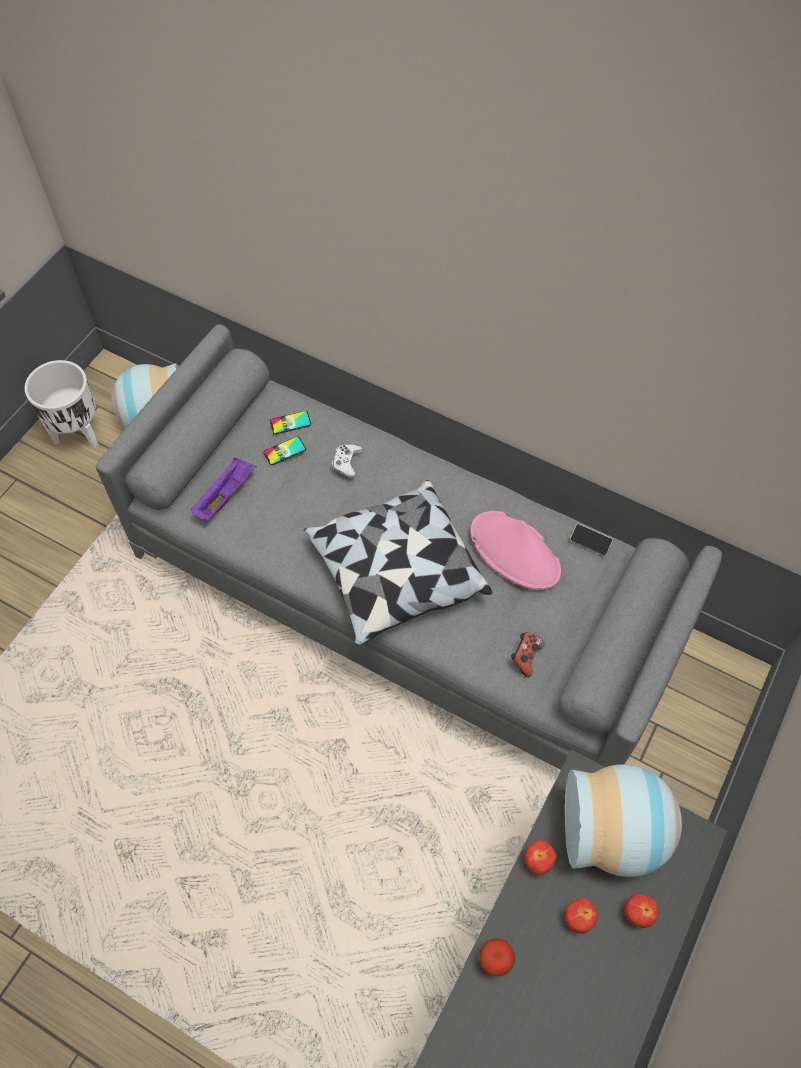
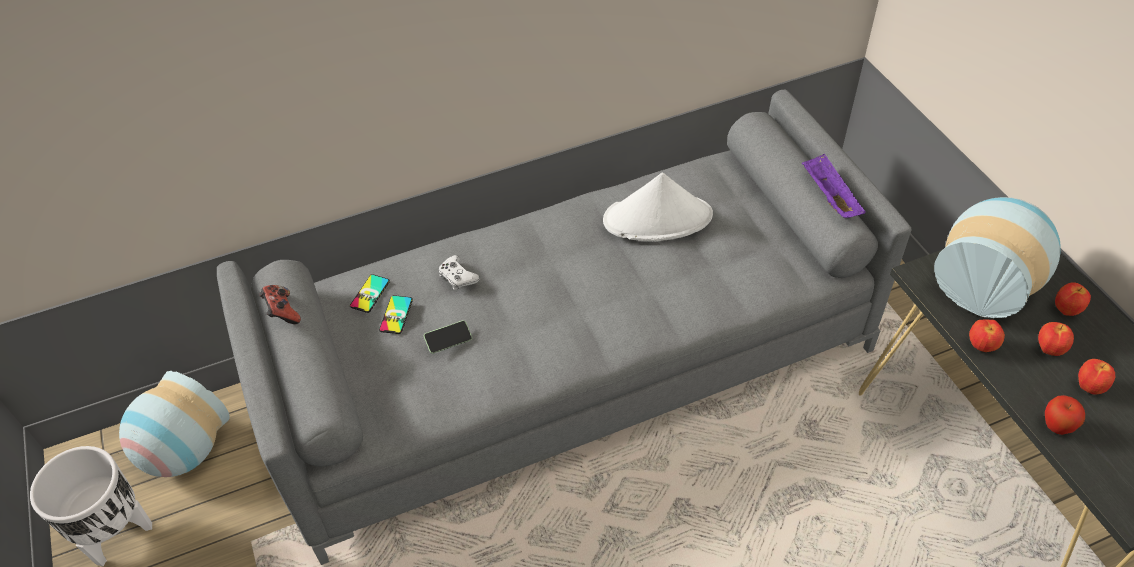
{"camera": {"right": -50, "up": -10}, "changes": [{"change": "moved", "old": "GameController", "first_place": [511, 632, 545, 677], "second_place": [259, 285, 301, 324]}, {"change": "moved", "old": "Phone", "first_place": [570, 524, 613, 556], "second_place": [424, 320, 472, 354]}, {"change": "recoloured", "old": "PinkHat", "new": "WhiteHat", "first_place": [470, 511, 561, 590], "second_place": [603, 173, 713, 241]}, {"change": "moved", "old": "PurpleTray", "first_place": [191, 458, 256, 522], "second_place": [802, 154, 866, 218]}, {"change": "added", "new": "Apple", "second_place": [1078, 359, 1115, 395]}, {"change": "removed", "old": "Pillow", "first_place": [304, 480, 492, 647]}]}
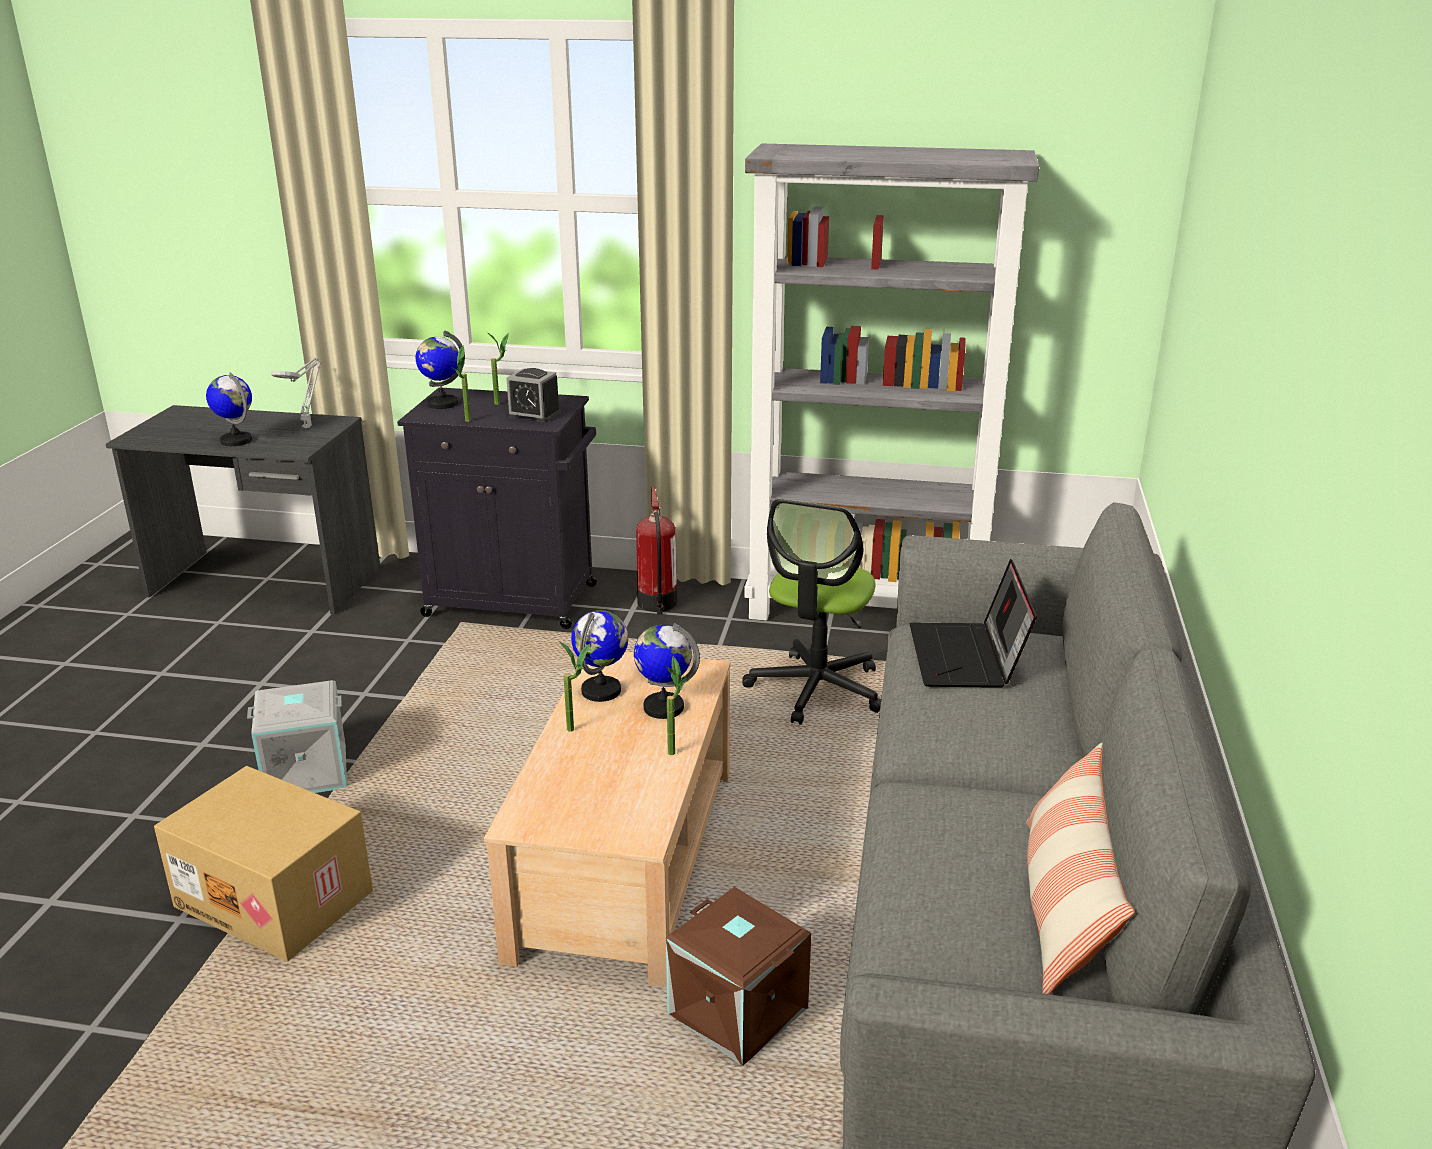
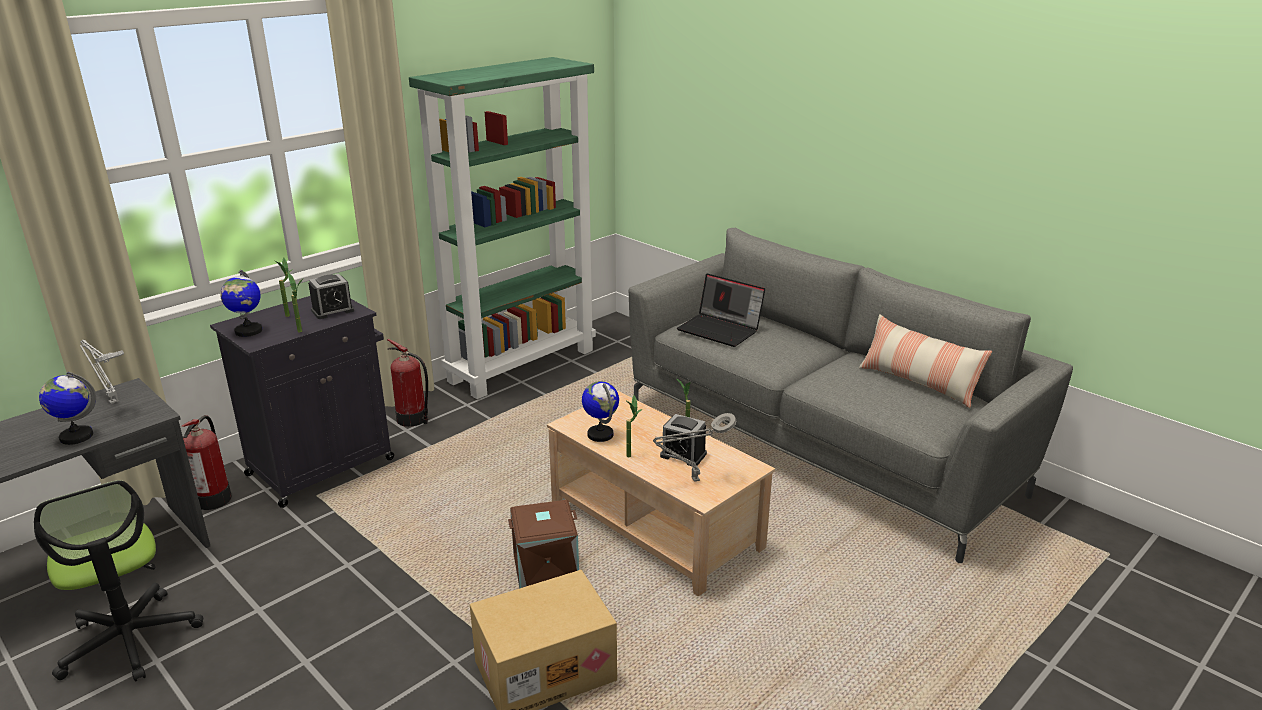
{"camera": {"right": -55, "up": 0}, "changes": [{"change": "moved", "old": "OfficeChair", "first_place": [742, 499, 881, 725], "second_place": [34, 480, 204, 682]}, {"change": "added", "new": "FireExtinguisher", "second_place": [181, 415, 232, 510]}, {"change": "recoloured", "old": "GreyBookcase", "new": "GreenBookcase", "first_place": [744, 144, 1039, 621], "second_place": [409, 57, 596, 399]}, {"change": "moved", "old": "BrownStorageBox", "first_place": [666, 887, 811, 1066], "second_place": [508, 500, 579, 589]}, {"change": "added", "new": "GreyTableLamp", "second_place": [653, 413, 736, 482]}, {"change": "added", "new": "AlarmClock", "second_place": [660, 414, 707, 466]}, {"change": "removed", "old": "GreyStorageBox", "first_place": [247, 680, 347, 793]}, {"change": "removed", "old": "Globe", "first_place": [634, 623, 700, 719]}]}
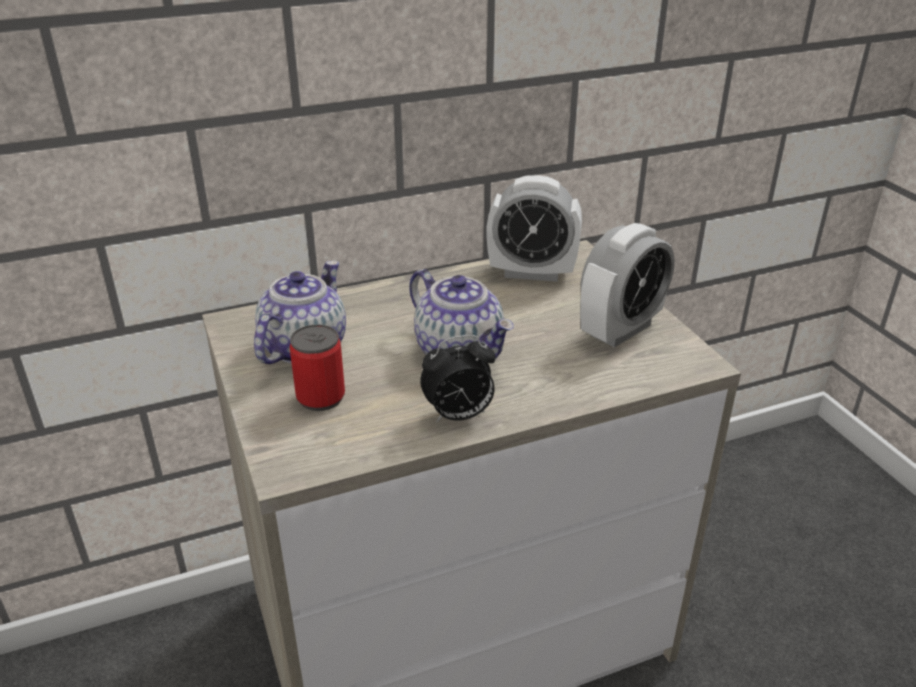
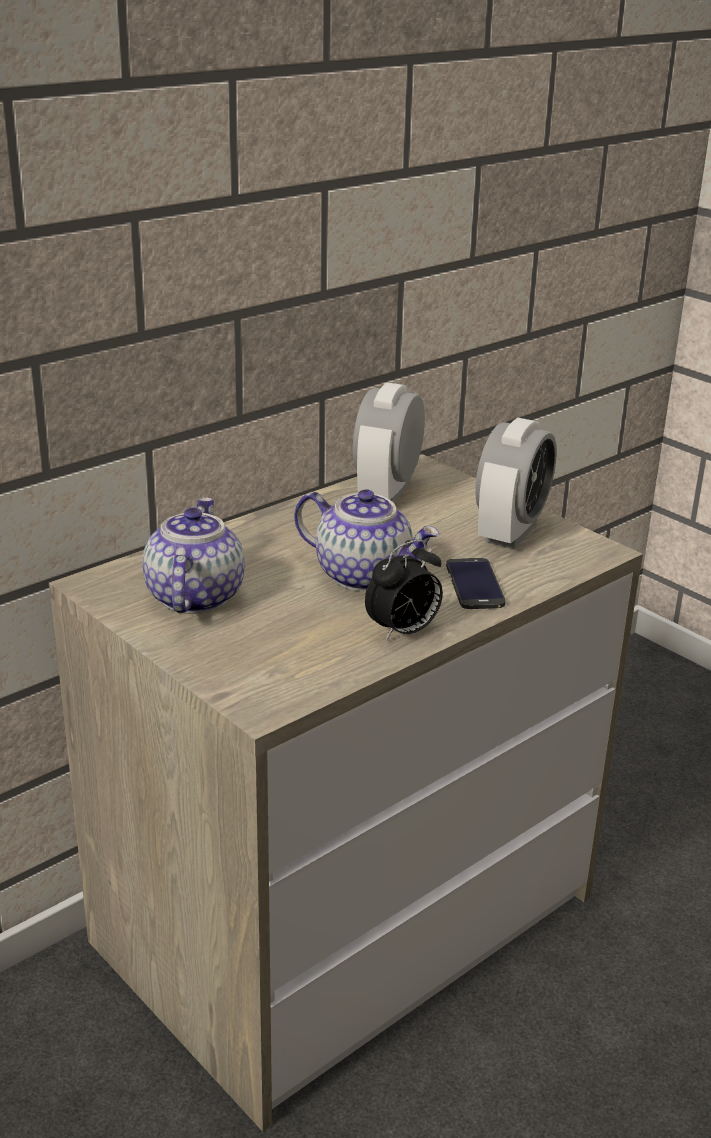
{"camera": {"right": -20, "up": -5}, "changes": [{"change": "turned", "old": "AlarmClock", "first_place": [486, 175, 582, 282], "second_place": [353, 382, 425, 503], "degrees": 120}, {"change": "added", "new": "Phone", "second_place": [446, 558, 506, 609]}, {"change": "removed", "old": "Can", "first_place": [290, 324, 345, 411]}]}
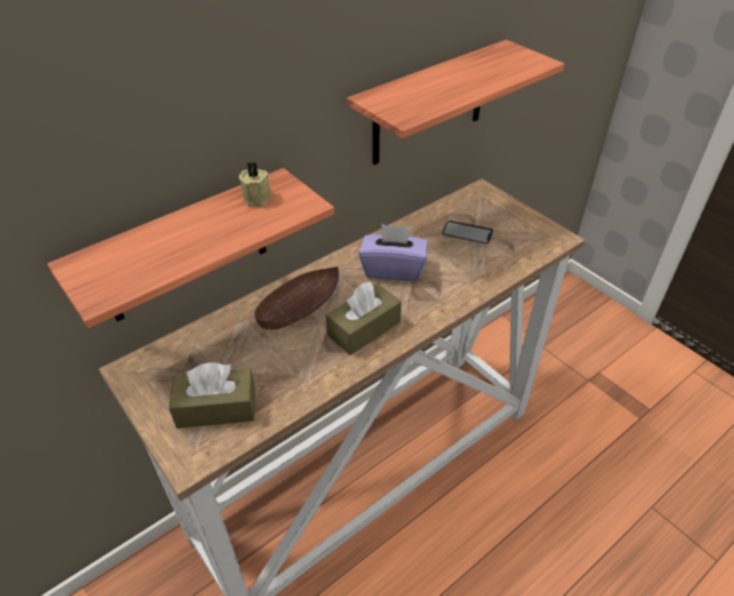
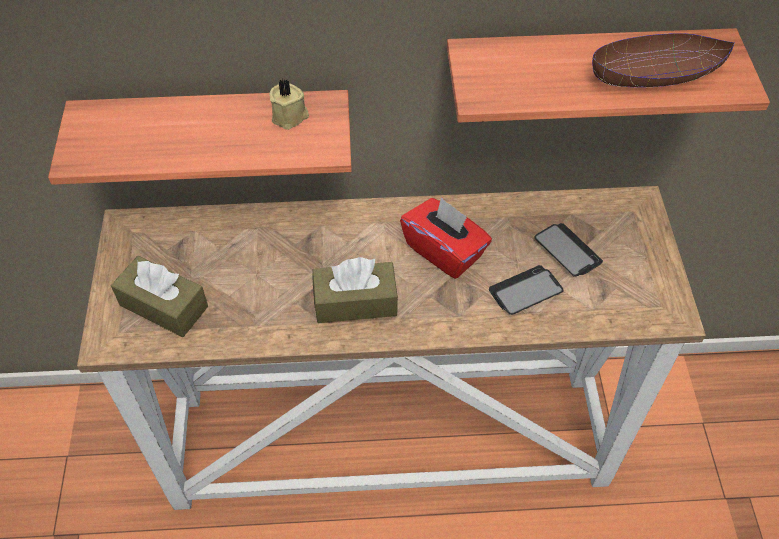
{"camera": {"right": 35, "up": 10}, "changes": [{"change": "recoloured", "old": "PurpleTissueBox", "new": "RedTissueBox", "first_place": [359, 224, 428, 281], "second_place": [400, 197, 492, 279]}, {"change": "added", "new": "Phone", "second_place": [489, 265, 564, 315]}, {"change": "moved", "old": "BrownBowl", "first_place": [255, 267, 339, 330], "second_place": [592, 33, 735, 87]}]}
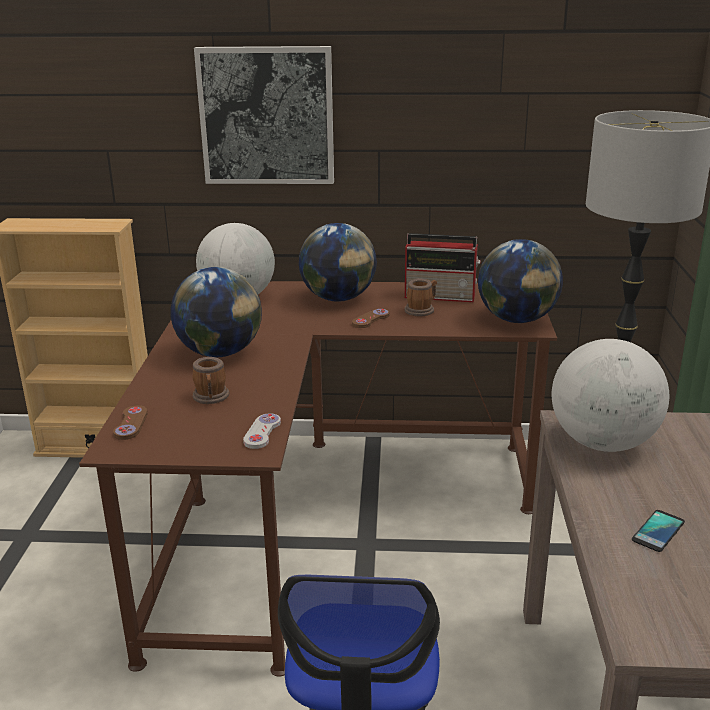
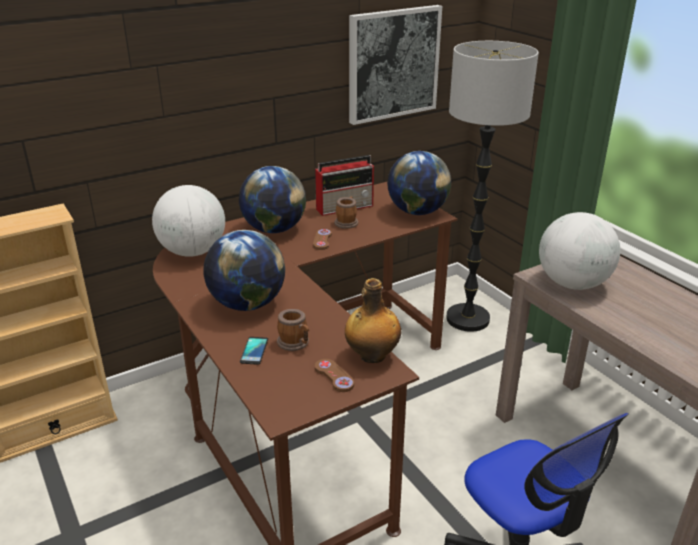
{"camera": {"right": -35, "up": 5}, "changes": [{"change": "moved", "old": "Phone", "first_place": [632, 510, 685, 552], "second_place": [240, 337, 268, 365]}, {"change": "moved", "old": "BrownGameController", "first_place": [113, 405, 148, 440], "second_place": [315, 359, 354, 392]}, {"change": "replaced", "old": "WhiteGameController", "new": "Bottle", "first_place": [243, 413, 281, 449], "second_place": [345, 278, 402, 363]}, {"change": "moved", "old": "Picture", "first_place": [194, 46, 334, 184], "second_place": [349, 5, 442, 125]}]}
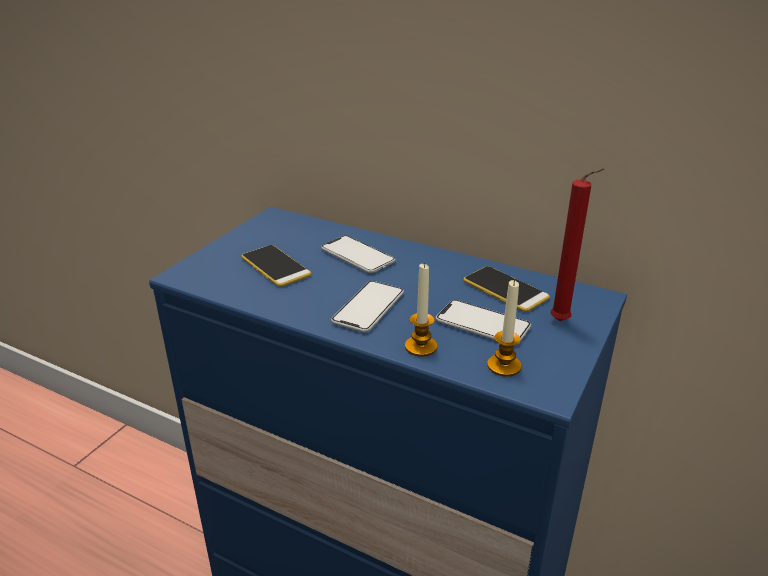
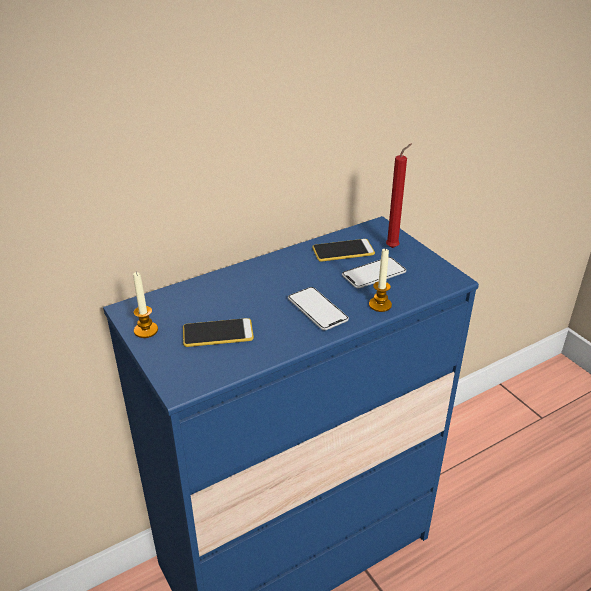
{"camera": {"right": -60, "up": 5}, "changes": [{"change": "moved", "old": "Candle", "first_place": [487, 280, 522, 377], "second_place": [133, 272, 158, 338]}, {"change": "removed", "old": "Phone", "first_place": [321, 236, 395, 273]}]}
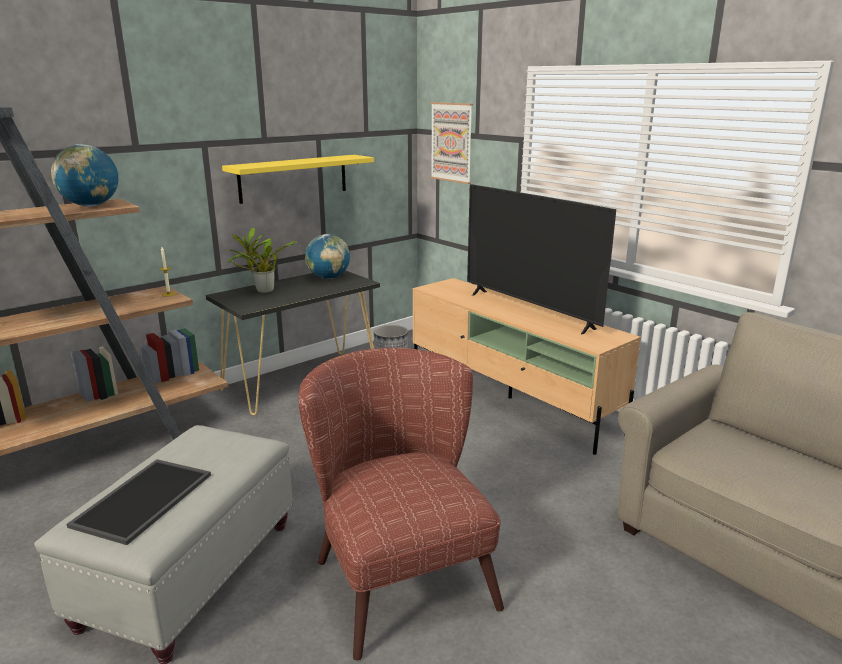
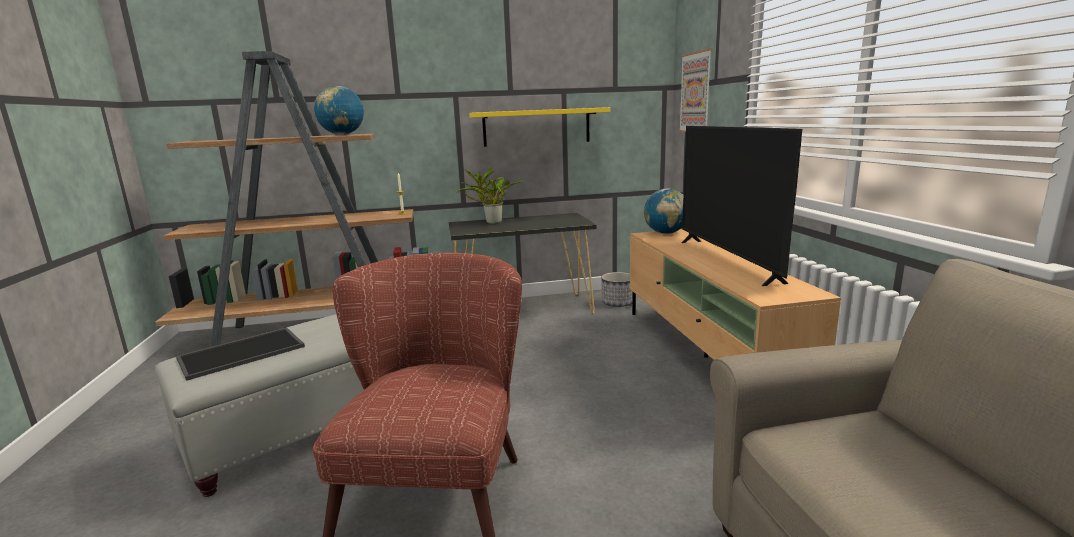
{"camera": {"right": 30, "up": -5}, "changes": [{"change": "moved", "old": "Globe", "first_place": [305, 234, 350, 279], "second_place": [643, 189, 683, 234]}]}
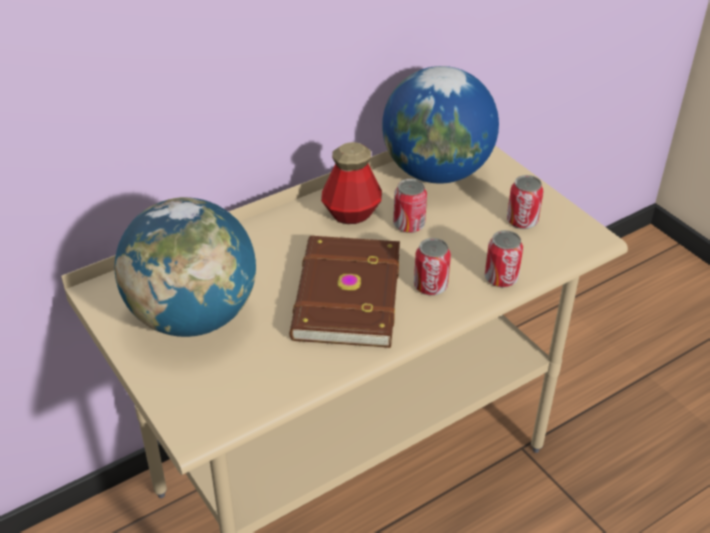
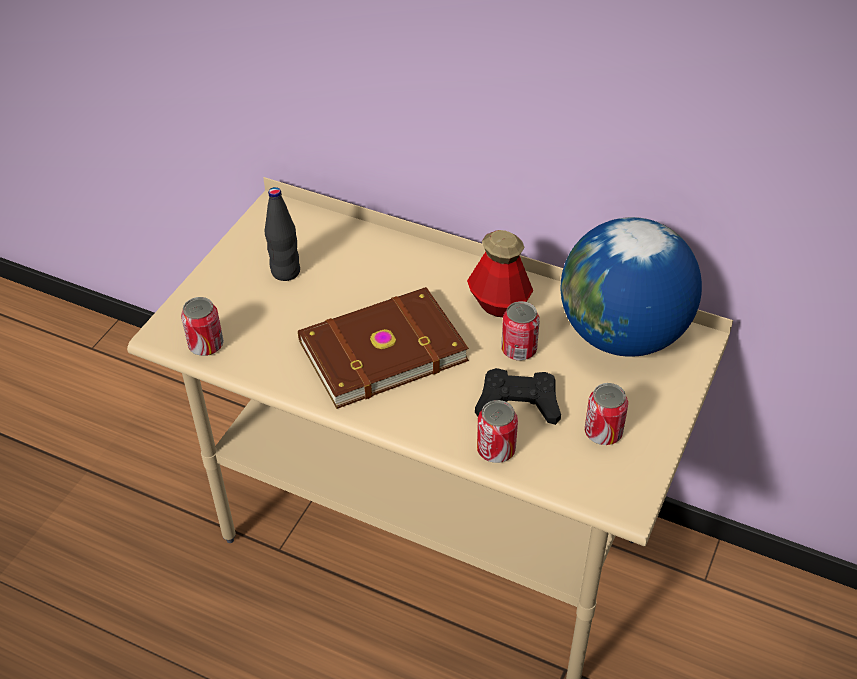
{"camera": {"right": 60, "up": 5}, "changes": [{"change": "moved", "old": "Can", "first_place": [414, 238, 451, 296], "second_place": [181, 297, 224, 356]}, {"change": "replaced", "old": "Globe", "new": "BlackBottle", "first_place": [115, 197, 256, 337], "second_place": [265, 187, 300, 281]}, {"change": "added", "new": "BlackGameController", "second_place": [475, 368, 561, 425]}]}
